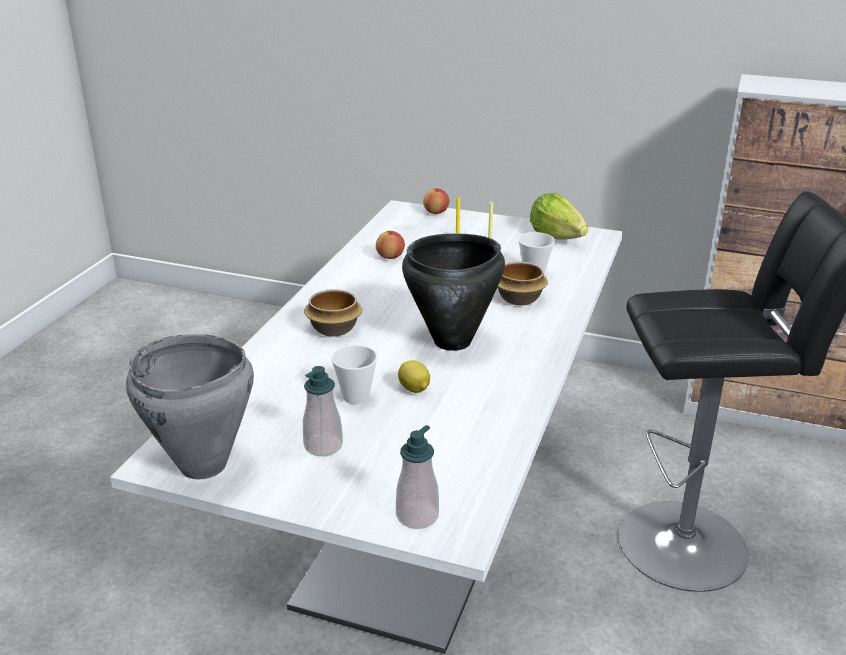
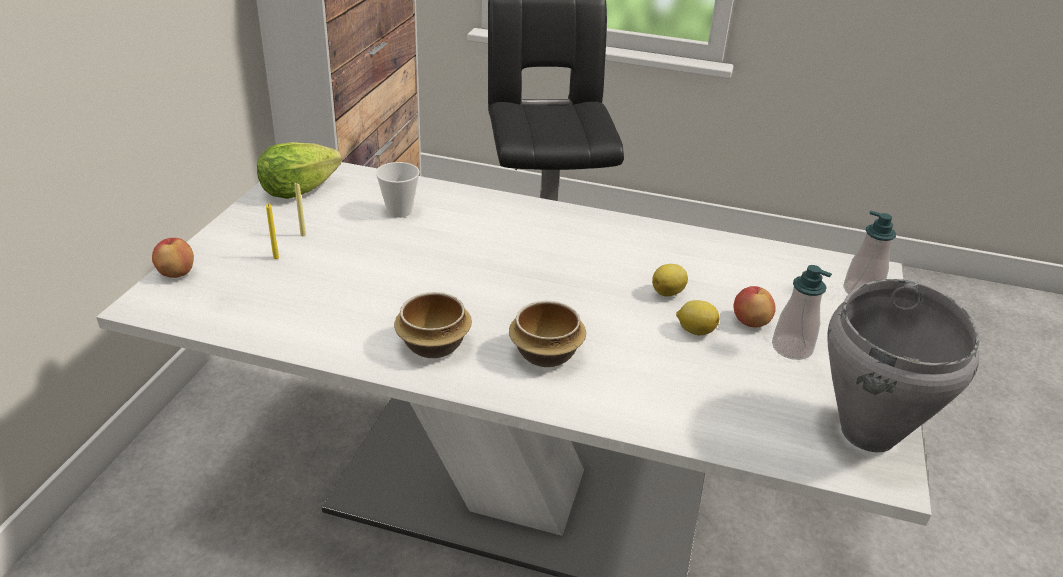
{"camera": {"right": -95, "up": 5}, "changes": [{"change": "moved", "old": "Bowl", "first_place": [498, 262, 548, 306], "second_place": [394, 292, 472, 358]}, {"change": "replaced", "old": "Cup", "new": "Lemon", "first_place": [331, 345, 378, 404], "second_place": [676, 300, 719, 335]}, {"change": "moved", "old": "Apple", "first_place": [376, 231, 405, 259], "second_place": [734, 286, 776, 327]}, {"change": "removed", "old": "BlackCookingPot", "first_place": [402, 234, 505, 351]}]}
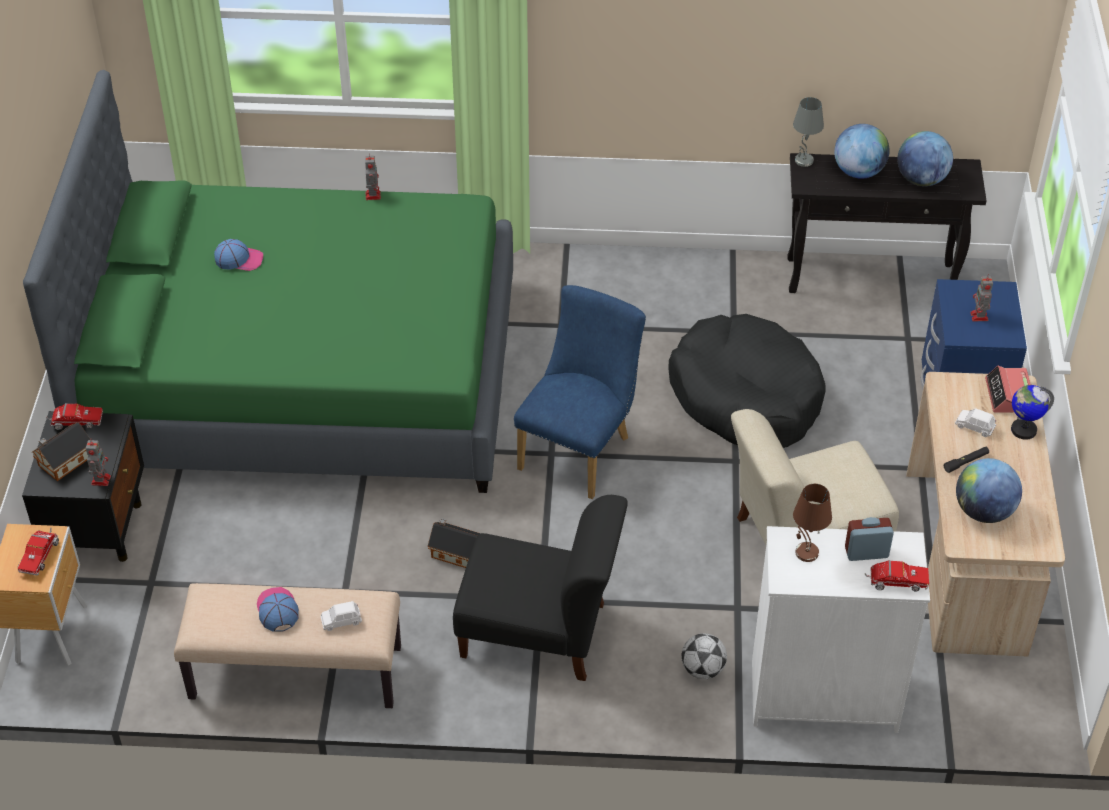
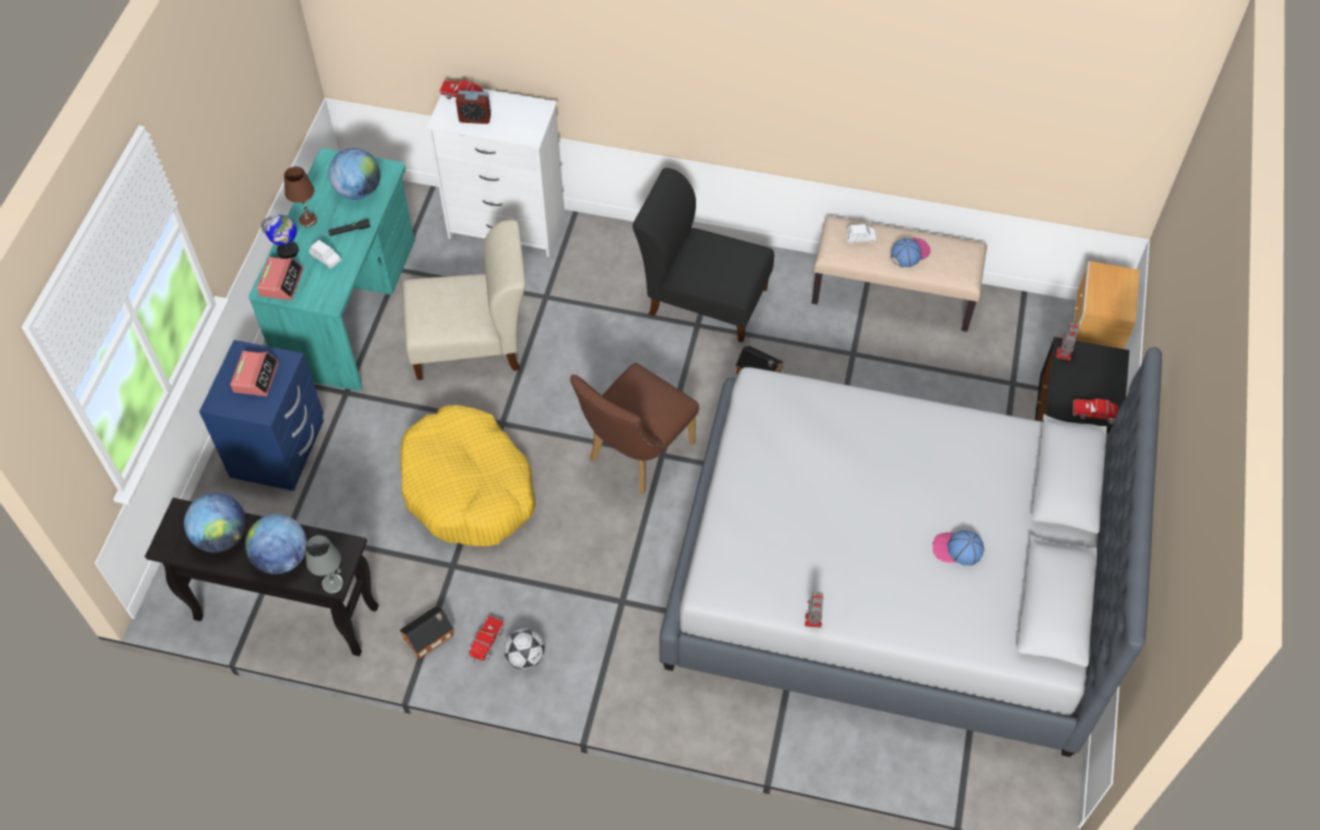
{"camera": {"right": -170, "up": 10}, "changes": [{"change": "replaced", "old": "ToyRobot", "new": "AlarmClock", "first_place": [970, 274, 993, 322], "second_place": [230, 351, 279, 396]}, {"change": "recoloured", "old": "BeigeDesk", "new": "TurquoiseDesk", "first_place": [906, 372, 1065, 657], "second_place": [249, 148, 415, 391]}, {"change": "moved", "old": "BrownTableLamp", "first_place": [793, 484, 832, 562], "second_place": [284, 167, 317, 227]}, {"change": "moved", "old": "ToyHouse", "first_place": [32, 422, 90, 481], "second_place": [399, 606, 454, 659]}, {"change": "recoloured", "old": "BlackDogBed", "new": "YellowDogBed", "first_place": [668, 314, 826, 448], "second_place": [401, 405, 536, 547]}, {"change": "moved", "old": "ToyTruck", "first_place": [17, 527, 59, 576], "second_place": [468, 616, 504, 663]}, {"change": "moved", "old": "Football", "first_place": [681, 633, 727, 679], "second_place": [504, 628, 545, 670]}, {"change": "recoloured", "old": "BlueChair", "new": "BrownChair", "first_place": [514, 285, 646, 499], "second_place": [570, 363, 699, 494]}, {"change": "recoloured", "old": "GreenBed", "new": "GreyBed", "first_place": [23, 70, 513, 493], "second_place": [660, 347, 1162, 757]}, {"change": "turned", "old": "Cap", "first_place": [257, 587, 299, 632], "second_place": [891, 238, 930, 267], "degrees": -120}]}
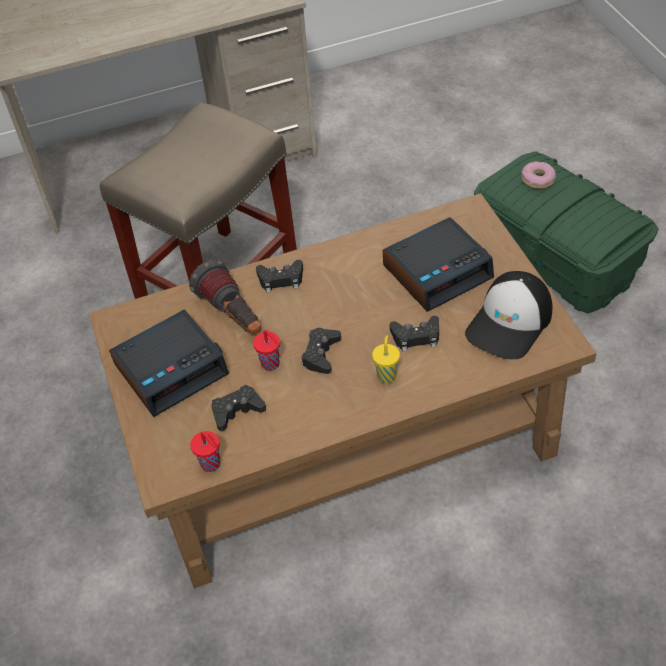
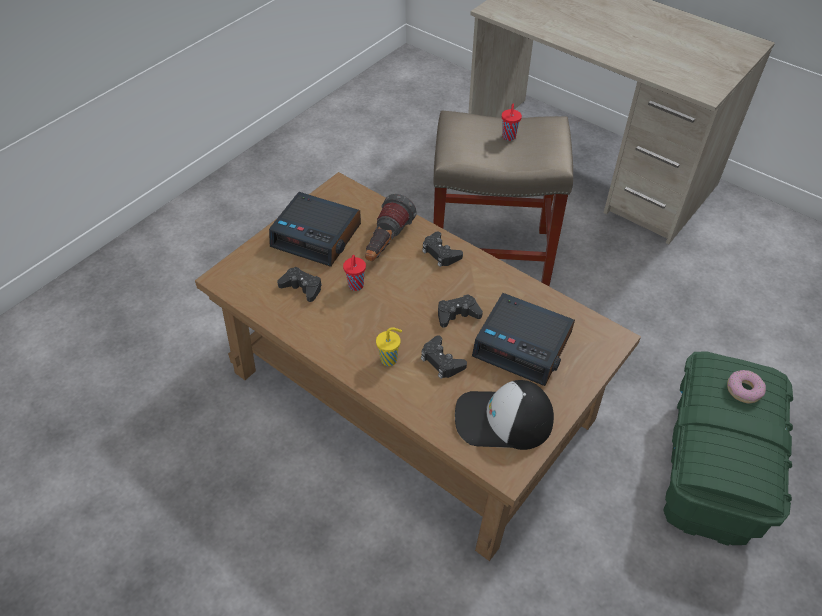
{"camera": {"right": 55, "up": 0}, "changes": [{"change": "moved", "old": "BlackGameController", "first_place": [301, 328, 341, 374], "second_place": [438, 294, 483, 328]}, {"change": "moved", "old": "RedCup", "first_place": [190, 431, 220, 472], "second_place": [502, 104, 522, 141]}]}
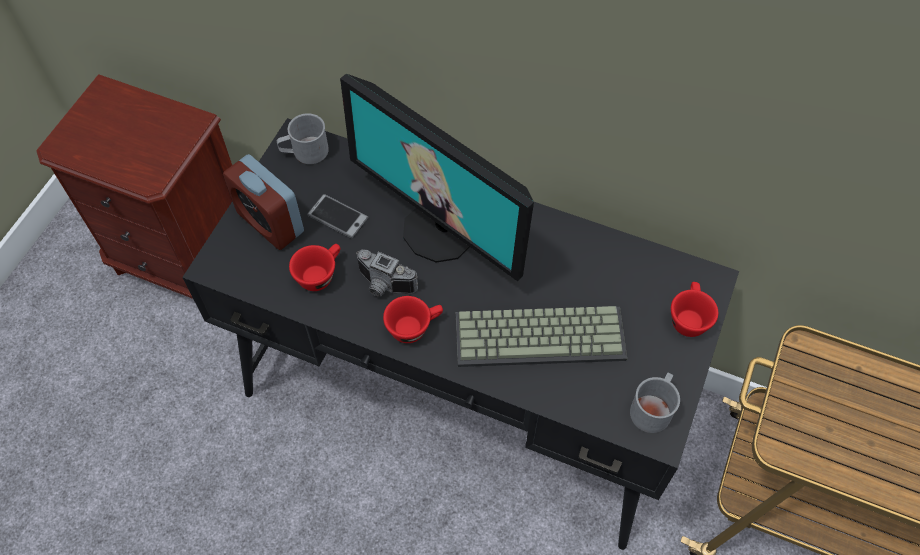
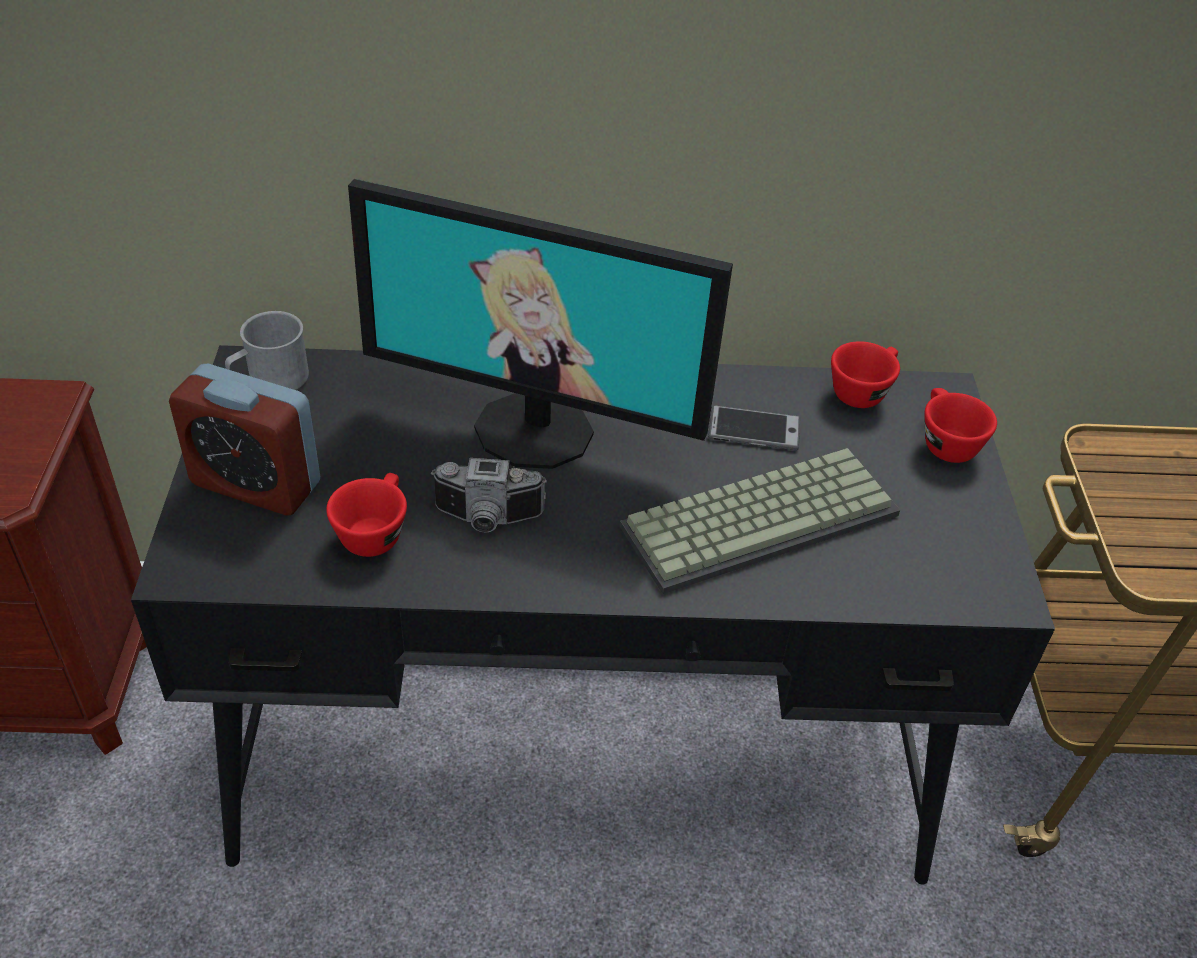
{"camera": {"right": -25, "up": -15}, "changes": [{"change": "moved", "old": "Phone", "first_place": [307, 194, 369, 239], "second_place": [708, 405, 800, 451]}, {"change": "moved", "old": "RedCup", "first_place": [383, 296, 443, 343], "second_place": [831, 341, 900, 408]}, {"change": "removed", "old": "GreyMug", "first_place": [630, 373, 680, 433]}]}
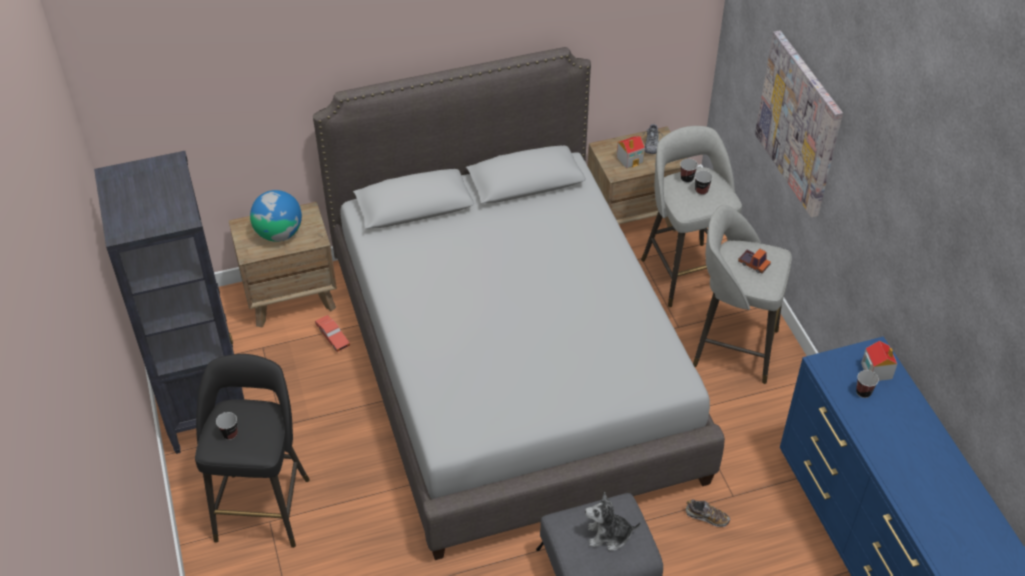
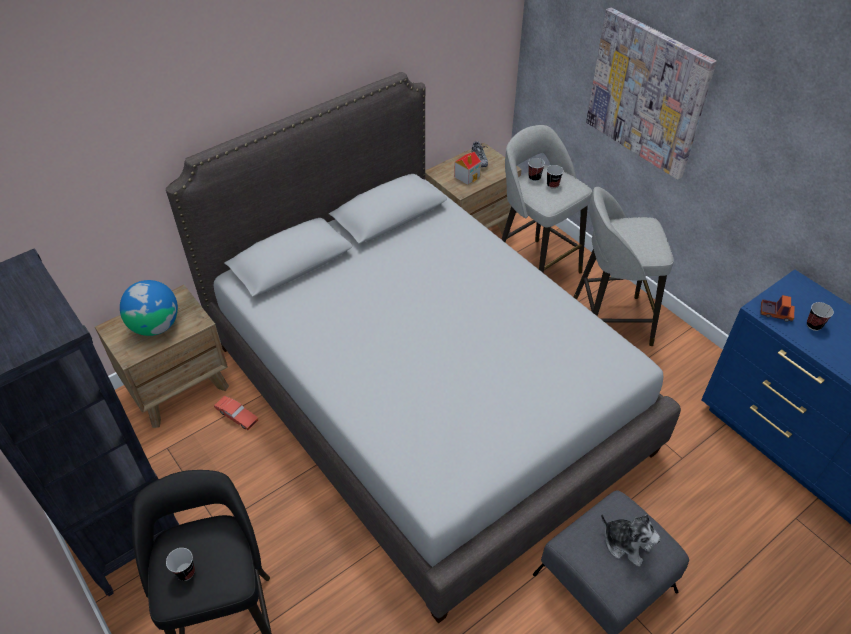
{"camera": {"right": -20, "up": 0}, "changes": [{"change": "turned", "old": "PlushToy", "first_place": [585, 492, 641, 551], "second_place": [601, 514, 660, 567], "degrees": -120}, {"change": "moved", "old": "ToyTruck", "first_place": [738, 249, 771, 273], "second_place": [760, 295, 794, 322]}, {"change": "removed", "old": "Shoe", "first_place": [686, 499, 730, 527]}, {"change": "removed", "old": "ToyHouse", "first_place": [861, 341, 897, 381]}]}
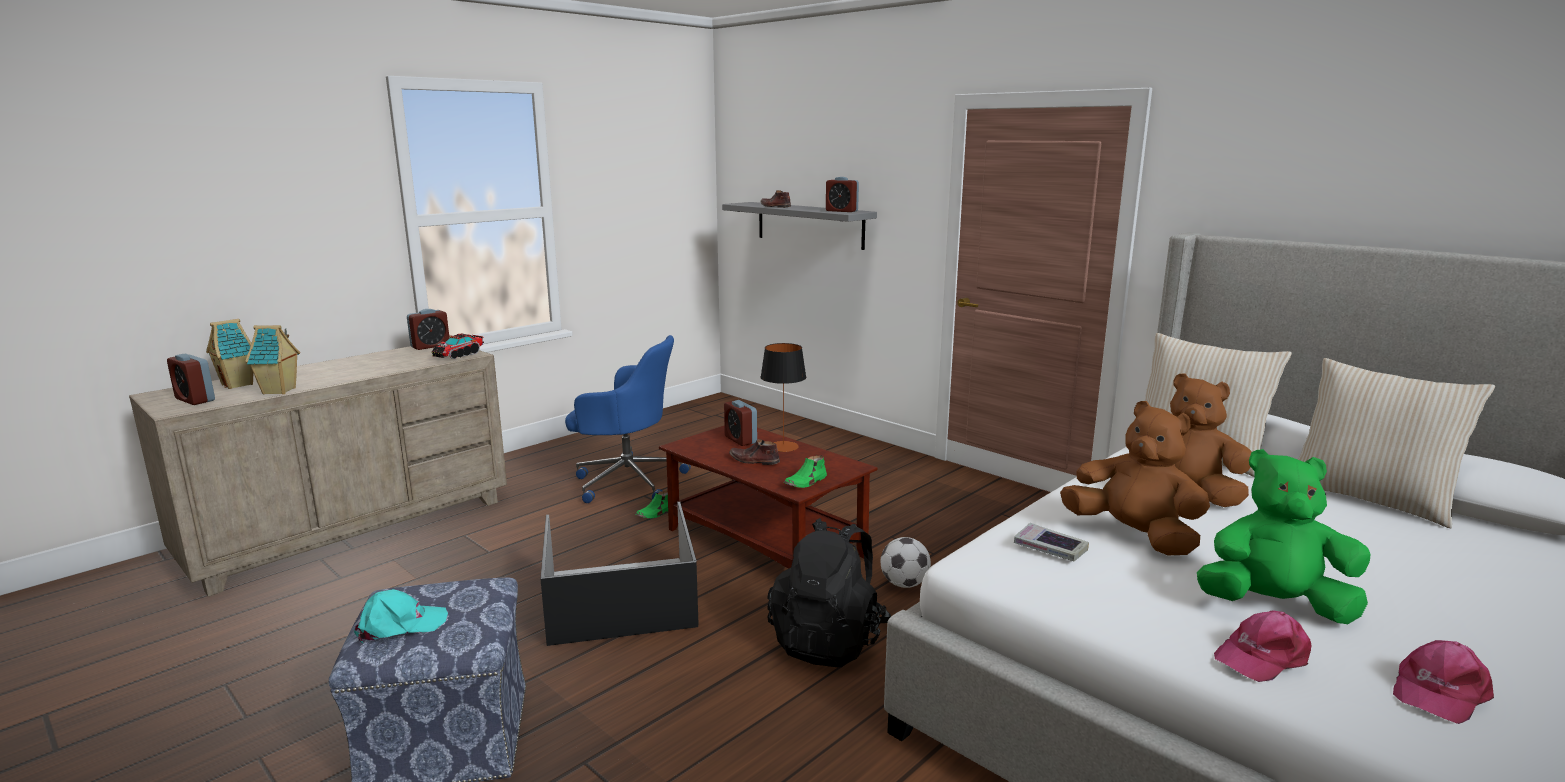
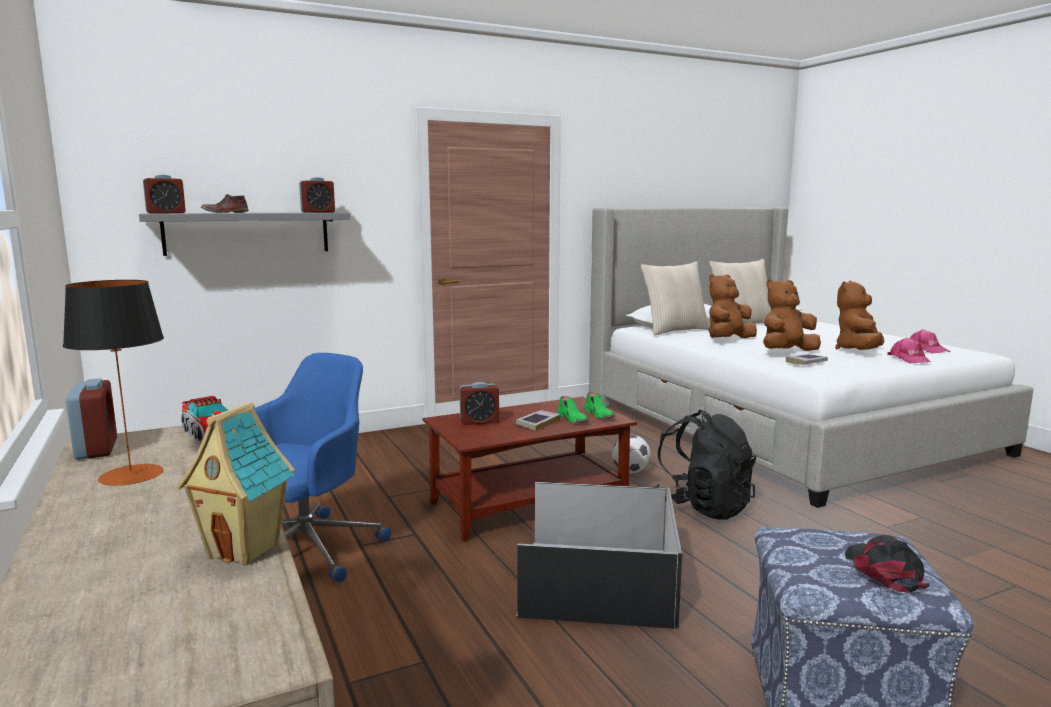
{"camera": {"right": -70, "up": -5}, "changes": [{"change": "moved", "old": "TableLamp", "first_place": [761, 343, 806, 452], "second_place": [63, 280, 164, 486]}, {"change": "moved", "old": "AlarmClock", "first_place": [167, 354, 215, 405], "second_place": [143, 174, 186, 213]}, {"change": "replaced", "old": "BrownShoe", "new": "Book", "first_place": [729, 439, 780, 465], "second_place": [516, 410, 560, 431]}, {"change": "moved", "old": "GreenShoe", "first_place": [636, 491, 668, 518], "second_place": [557, 396, 589, 423]}, {"change": "recoloured", "old": "GreenPlushToy", "new": "BrownPlushToy", "first_place": [1197, 449, 1371, 624], "second_place": [835, 281, 884, 350]}, {"change": "recoloured", "old": "TurquoiseCap", "new": "BlackCap", "first_place": [354, 589, 448, 643], "second_place": [845, 535, 930, 593]}, {"change": "removed", "old": "ToyHouse", "first_place": [206, 319, 253, 389]}]}
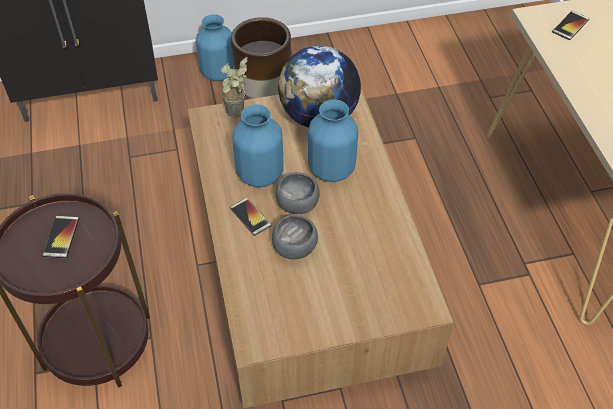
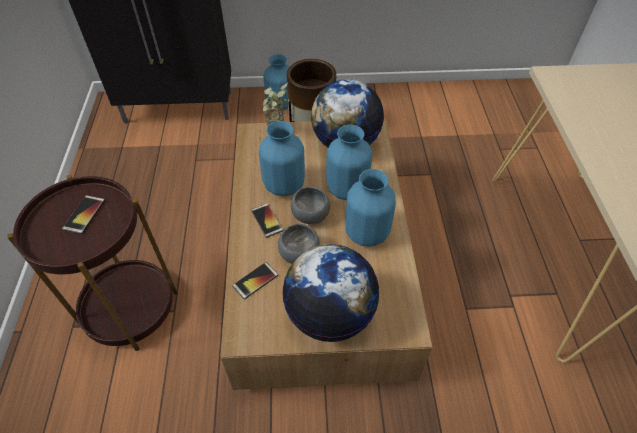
{"camera": {"right": 10, "up": 0}, "changes": [{"change": "moved", "old": "Phone", "first_place": [552, 11, 589, 40], "second_place": [232, 262, 278, 299]}, {"change": "added", "new": "Globe", "second_place": [282, 244, 380, 342]}, {"change": "added", "new": "BlueVase", "second_place": [345, 169, 396, 246]}]}
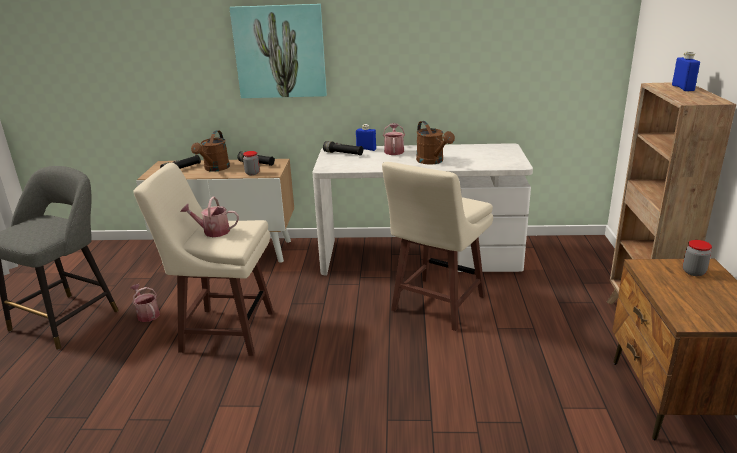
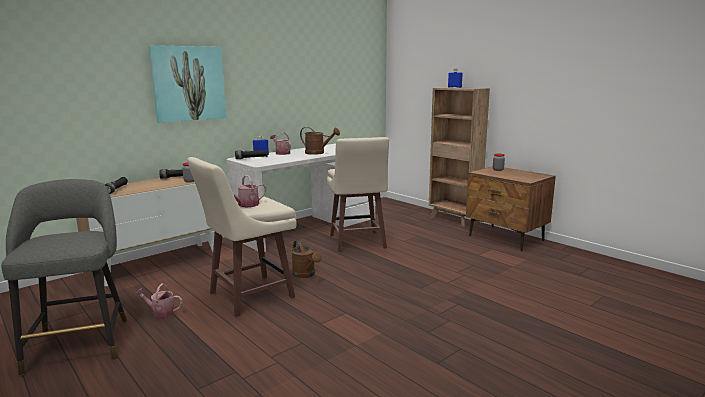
{"camera": {"right": -45, "up": -10}, "changes": [{"change": "moved", "old": "BrownWateringCan", "first_place": [191, 130, 230, 172], "second_place": [291, 240, 322, 278]}]}
